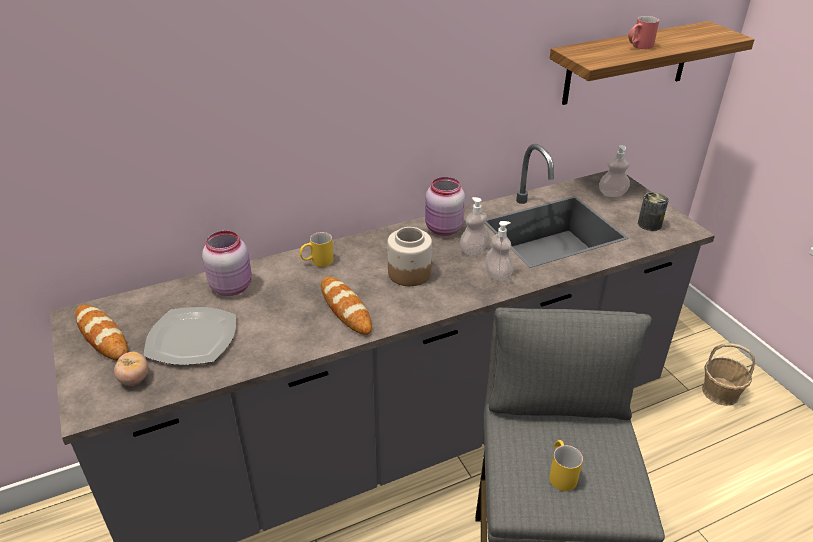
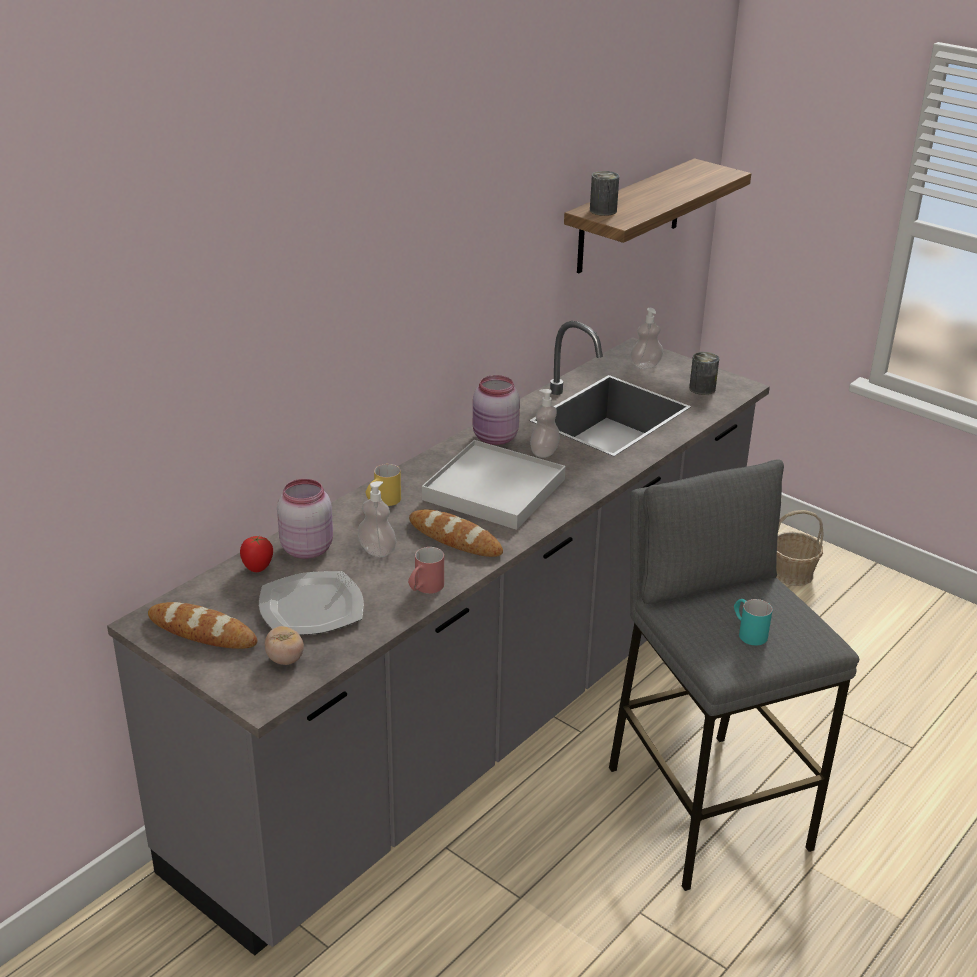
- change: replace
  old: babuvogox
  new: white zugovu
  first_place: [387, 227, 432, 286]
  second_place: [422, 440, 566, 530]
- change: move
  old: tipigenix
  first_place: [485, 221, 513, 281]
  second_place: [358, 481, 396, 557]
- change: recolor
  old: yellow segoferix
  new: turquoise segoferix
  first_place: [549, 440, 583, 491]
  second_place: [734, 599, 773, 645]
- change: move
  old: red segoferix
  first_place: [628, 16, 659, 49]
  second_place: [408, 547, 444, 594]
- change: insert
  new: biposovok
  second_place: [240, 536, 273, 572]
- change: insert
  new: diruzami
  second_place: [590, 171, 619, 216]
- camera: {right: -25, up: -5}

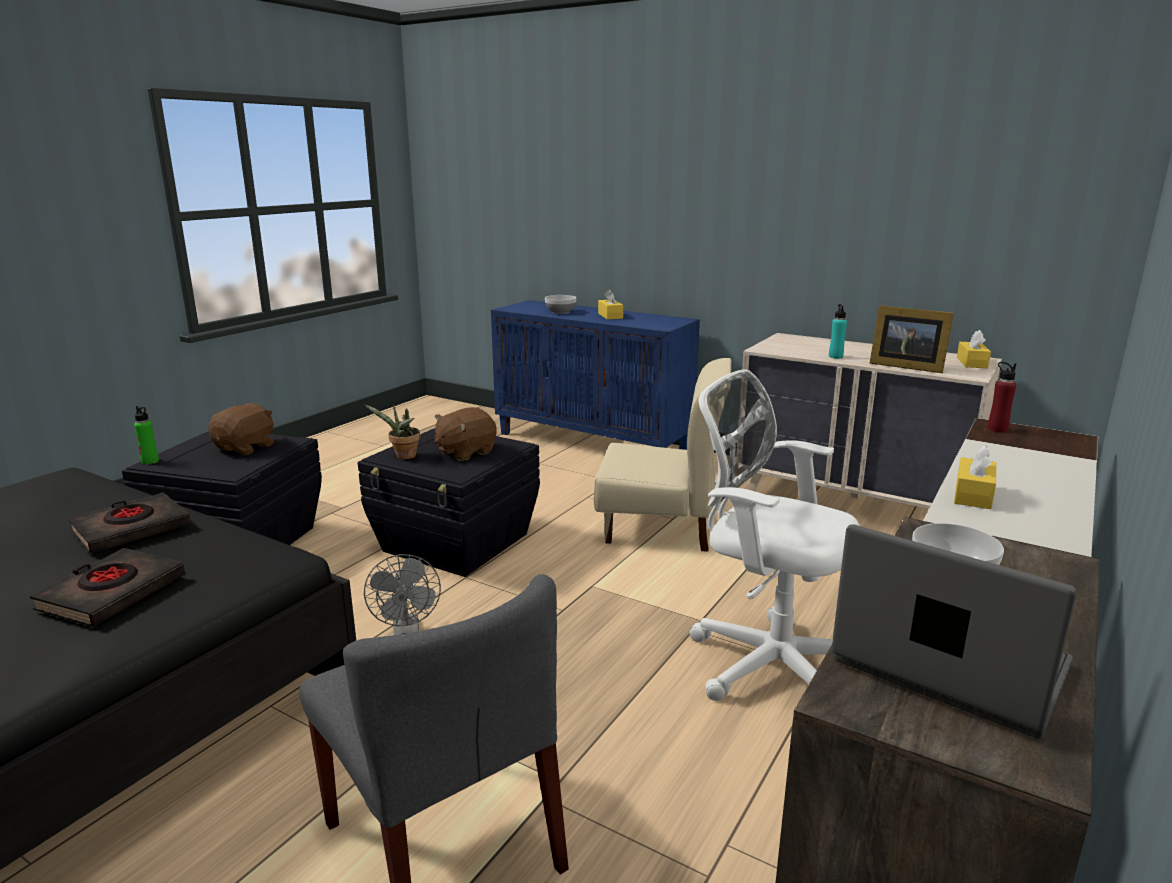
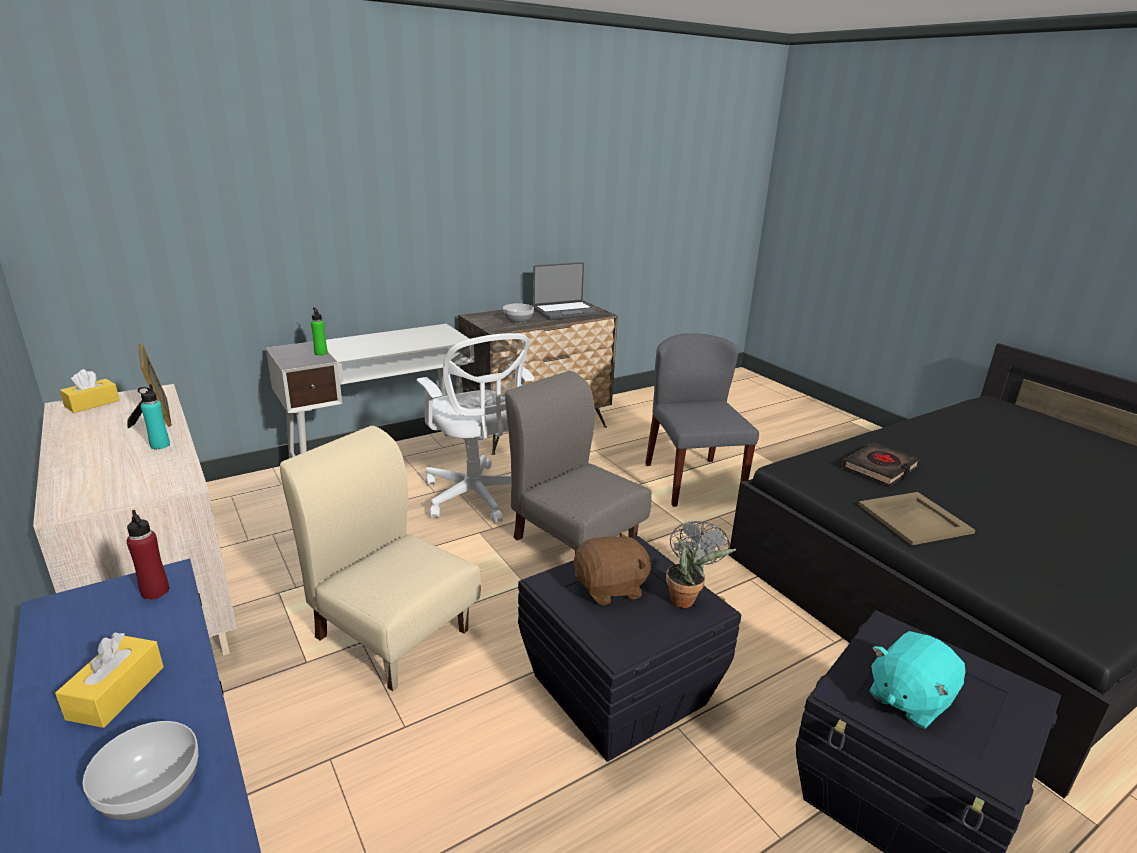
- change: replace
  old: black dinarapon
  new: beige zugovu
  first_place: [68, 493, 191, 554]
  second_place: [858, 492, 975, 545]
- change: move
  old: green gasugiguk
  first_place: [134, 406, 159, 465]
  second_place: [311, 307, 327, 356]
- change: recolor
  old: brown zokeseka
  new: turquoise zokeseka
  first_place: [208, 403, 274, 455]
  second_place: [869, 631, 965, 729]
- change: rotate
  old: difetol
  first_place: [832, 524, 1077, 739]
  second_place: [533, 262, 600, 320]
  degrees: -90
- change: delete
  old: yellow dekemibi
  first_place: [954, 445, 996, 509]
- change: move
  old: red gasugiguk
  first_place: [987, 362, 1016, 433]
  second_place: [127, 510, 169, 600]
- change: insert
  new: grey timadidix
  second_place: [505, 371, 652, 553]
- camera: {right: -155, up: 5}

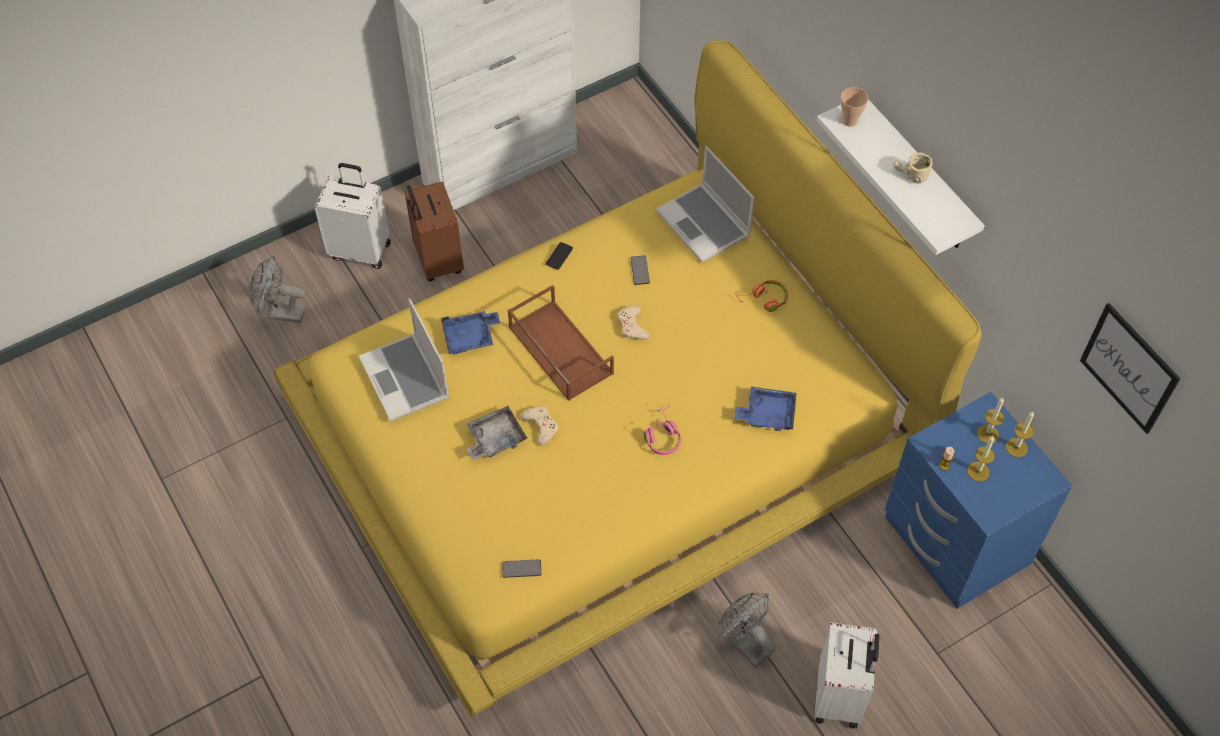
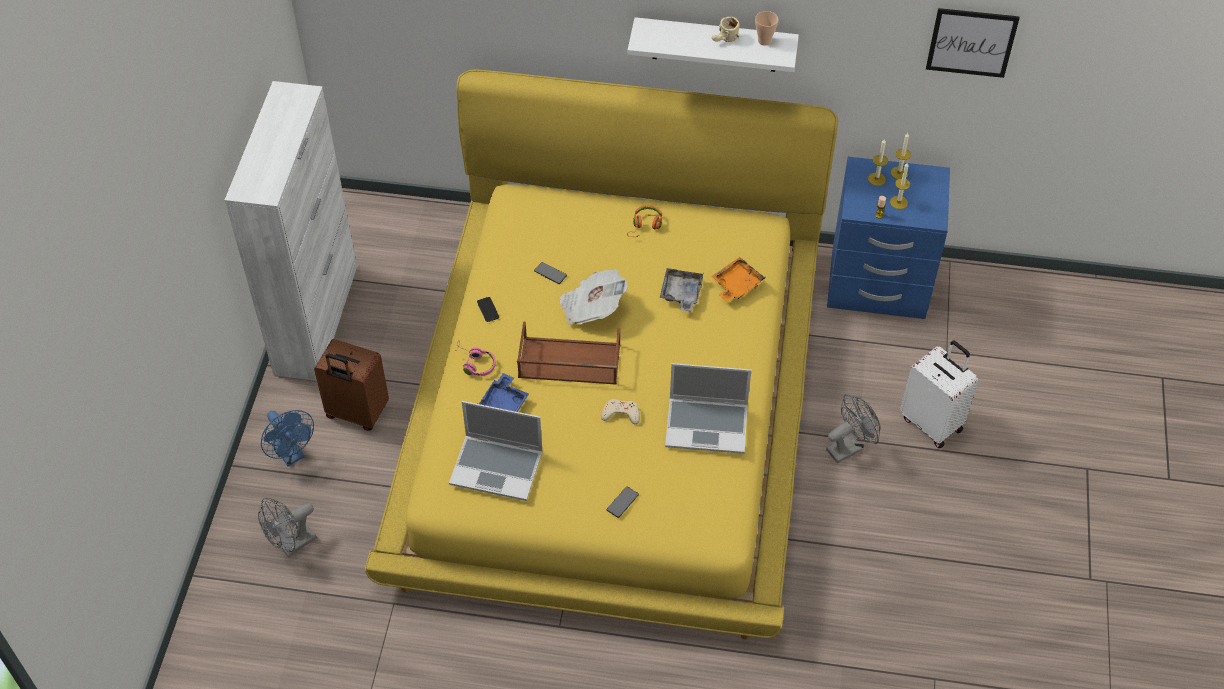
- change: replace
  old: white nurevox
  new: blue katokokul
  first_place: [314, 163, 391, 269]
  second_place: [261, 410, 314, 466]
- change: move
  old: grey zugovu
  first_place: [466, 406, 527, 460]
  second_place: [660, 268, 704, 312]
- change: move
  old: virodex
  first_place: [502, 559, 541, 578]
  second_place: [607, 487, 639, 518]
- change: replace
  old: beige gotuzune
  new: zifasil
  first_place: [618, 305, 649, 340]
  second_place: [559, 269, 628, 325]
- change: move
  old: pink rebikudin
  first_place: [644, 404, 681, 455]
  second_place: [455, 340, 496, 376]
- change: move
  old: difetol
  first_place: [656, 146, 754, 263]
  second_place: [665, 363, 751, 454]
- change: rotate
  old: grey katokokul
  first_place: [718, 592, 776, 668]
  second_place: [826, 394, 881, 463]
  degrees: 150
- change: recolor
  old: blue zugovu
  new: orange zugovu
  first_place: [734, 387, 796, 431]
  second_place: [711, 257, 766, 302]
- change: move
  old: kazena
  first_place: [841, 87, 868, 127]
  second_place: [755, 11, 778, 46]
- camera: {right: -50, up: -5}

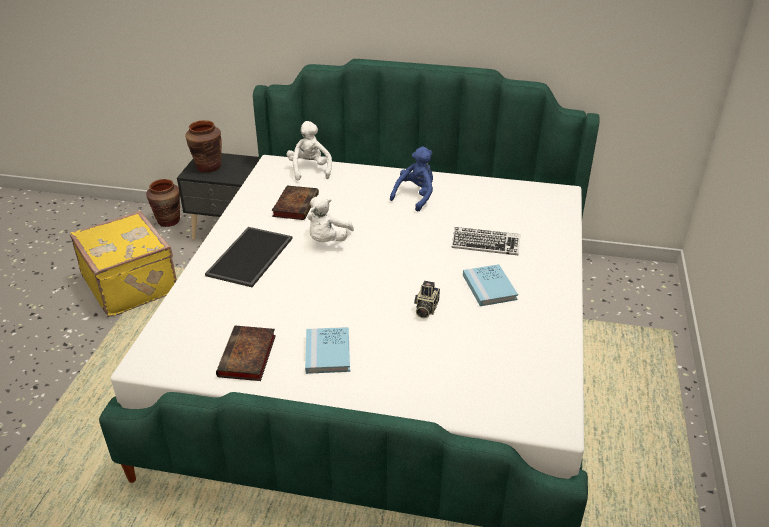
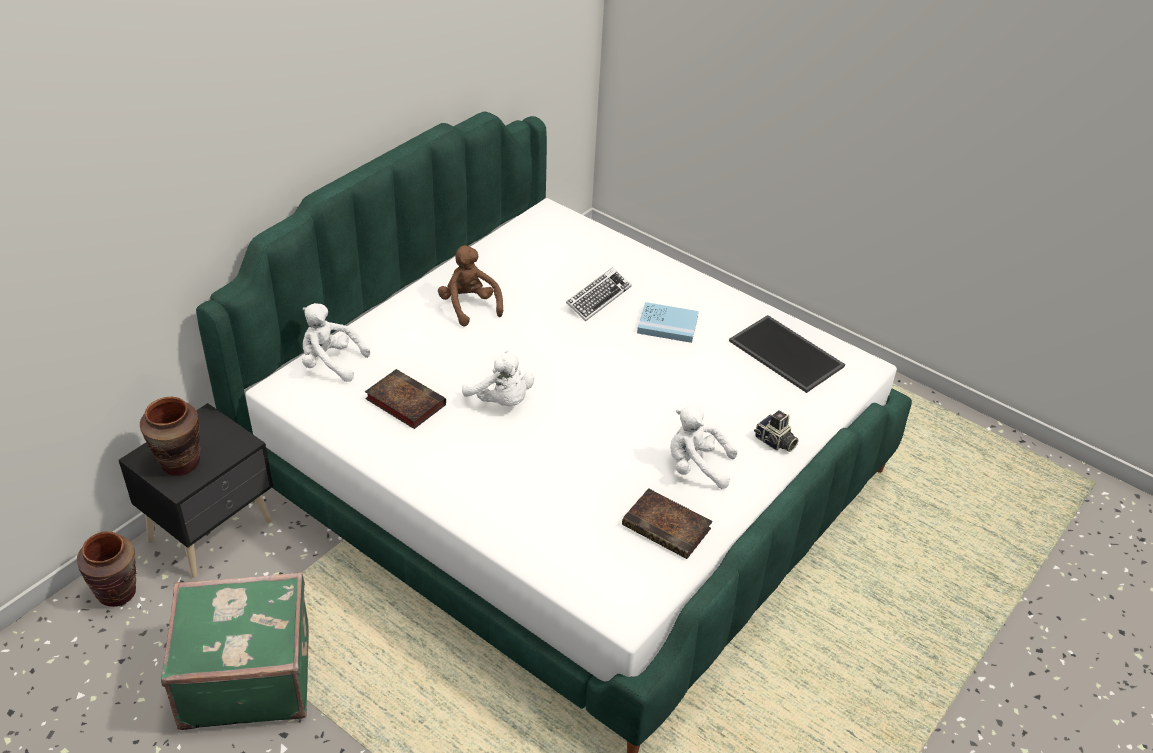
- change: recolor
  old: yellow nurevox
  new: green nurevox
  first_place: [70, 211, 177, 317]
  second_place: [161, 572, 309, 730]
- change: move
  old: zugovu
  first_place: [205, 227, 293, 287]
  second_place: [729, 315, 845, 393]
- change: replace
  old: blue dinarapon
  new: white zokeseka
  first_place: [305, 327, 350, 374]
  second_place: [670, 405, 737, 489]
- change: recolor
  old: blue zokeseka
  new: brown zokeseka
  first_place: [390, 147, 433, 212]
  second_place: [438, 245, 503, 326]
- change: move
  old: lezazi
  first_place: [414, 281, 440, 318]
  second_place: [754, 410, 799, 452]
- camera: {right: -65, up: 5}

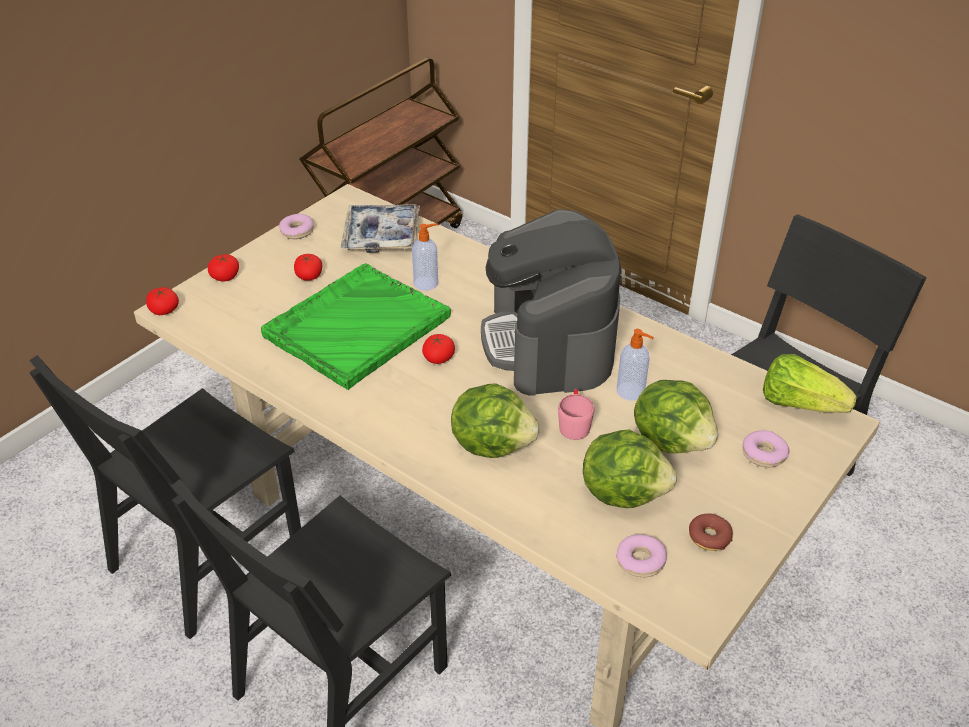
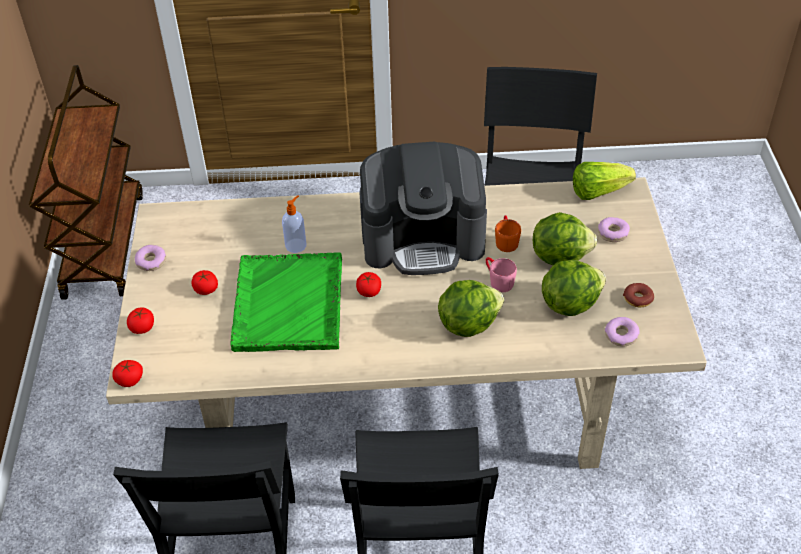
- change: delete
  old: zugovu
  first_place: [340, 204, 420, 253]
- change: rotate
  old: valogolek
  first_place: [481, 209, 621, 396]
  second_place: [359, 142, 487, 275]
  degrees: -45
- change: replace
  old: tipigenix
  new: orange segoferix
  first_place: [617, 329, 654, 401]
  second_place: [495, 215, 521, 252]
- camera: {right: -40, up: 5}

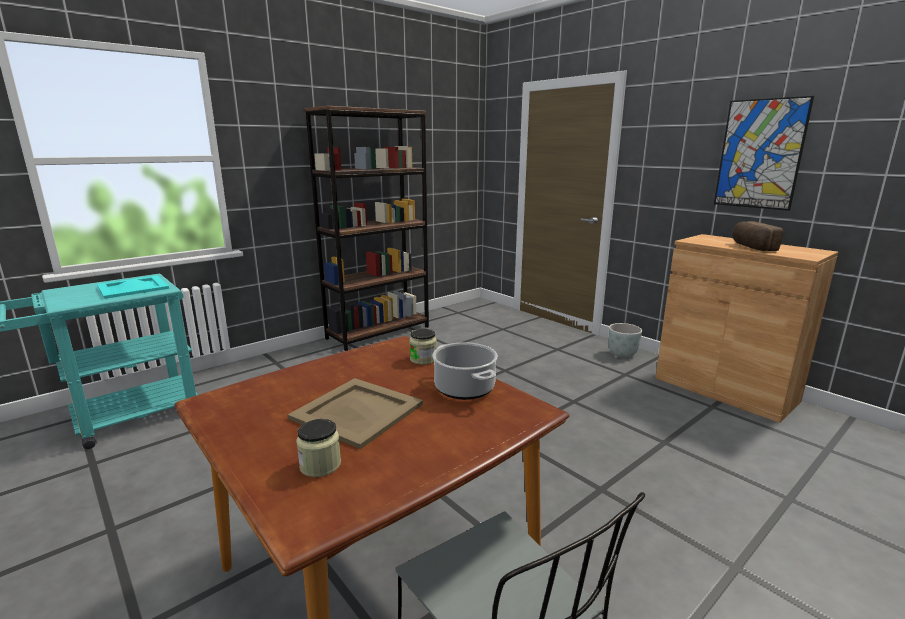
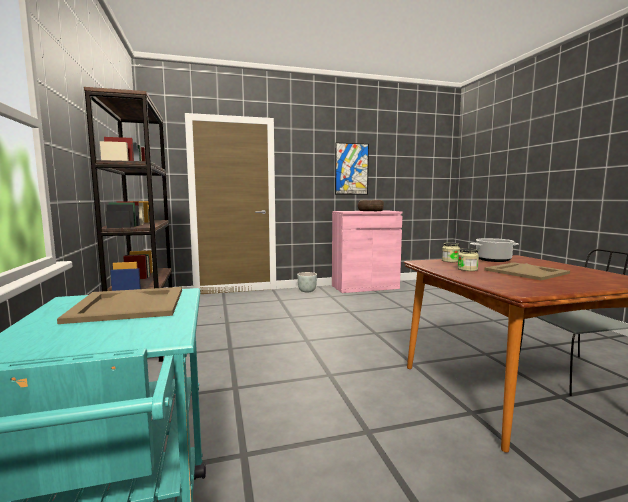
- change: recolor
  old: turquoise zugovu
  new: beige zugovu
  first_place: [97, 275, 169, 299]
  second_place: [57, 287, 182, 324]
- change: move
  old: babuvogox
  first_place: [296, 419, 341, 477]
  second_place: [458, 248, 479, 271]
- change: recolor
  old: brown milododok
  new: pink milododok
  first_place: [655, 234, 838, 423]
  second_place: [332, 211, 403, 293]
- camera: {right: -65, up: -10}

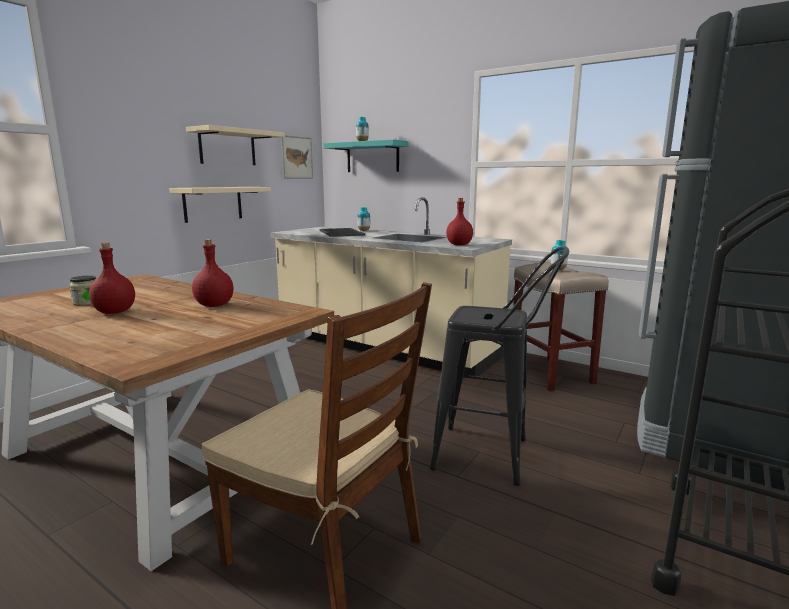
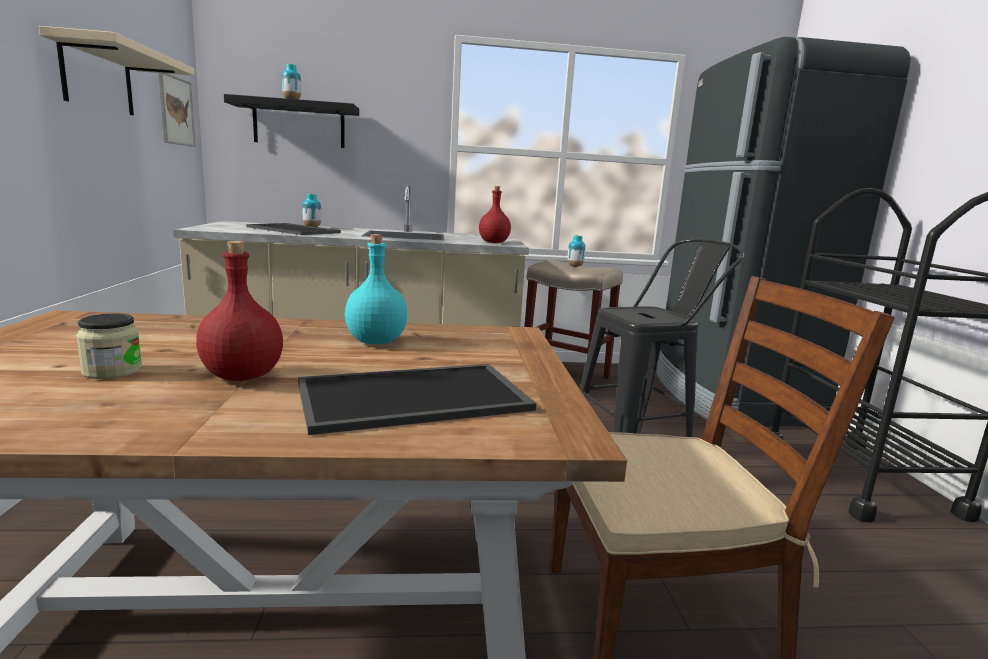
- change: delete
  old: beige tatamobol
  first_place: [169, 187, 271, 223]
- change: recolor
  old: red gasugiguk
  new: turquoise gasugiguk
  first_place: [192, 239, 233, 307]
  second_place: [345, 234, 407, 344]
- change: recolor
  old: turquoise tatamobol
  new: black tatamobol
  first_place: [324, 139, 408, 172]
  second_place: [224, 94, 359, 148]
- change: insert
  new: zugovu
  second_place: [298, 364, 536, 435]
- camera: {right: -40, up: 0}

